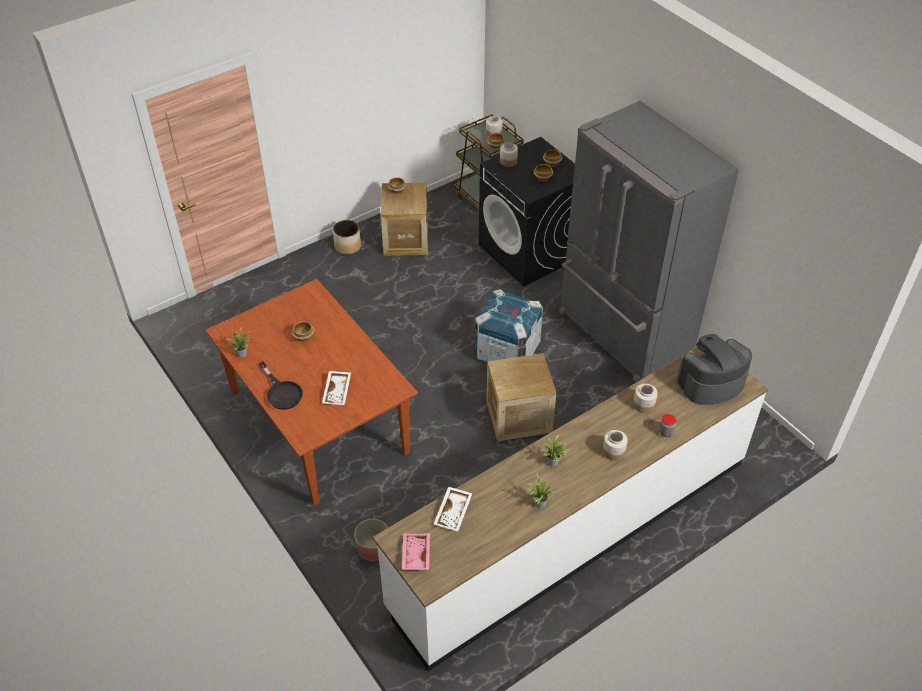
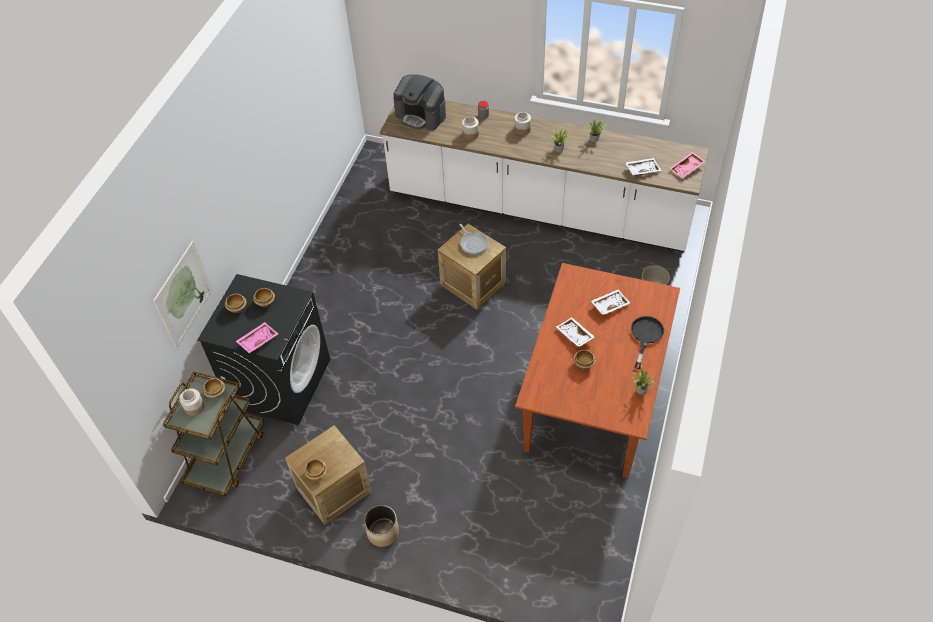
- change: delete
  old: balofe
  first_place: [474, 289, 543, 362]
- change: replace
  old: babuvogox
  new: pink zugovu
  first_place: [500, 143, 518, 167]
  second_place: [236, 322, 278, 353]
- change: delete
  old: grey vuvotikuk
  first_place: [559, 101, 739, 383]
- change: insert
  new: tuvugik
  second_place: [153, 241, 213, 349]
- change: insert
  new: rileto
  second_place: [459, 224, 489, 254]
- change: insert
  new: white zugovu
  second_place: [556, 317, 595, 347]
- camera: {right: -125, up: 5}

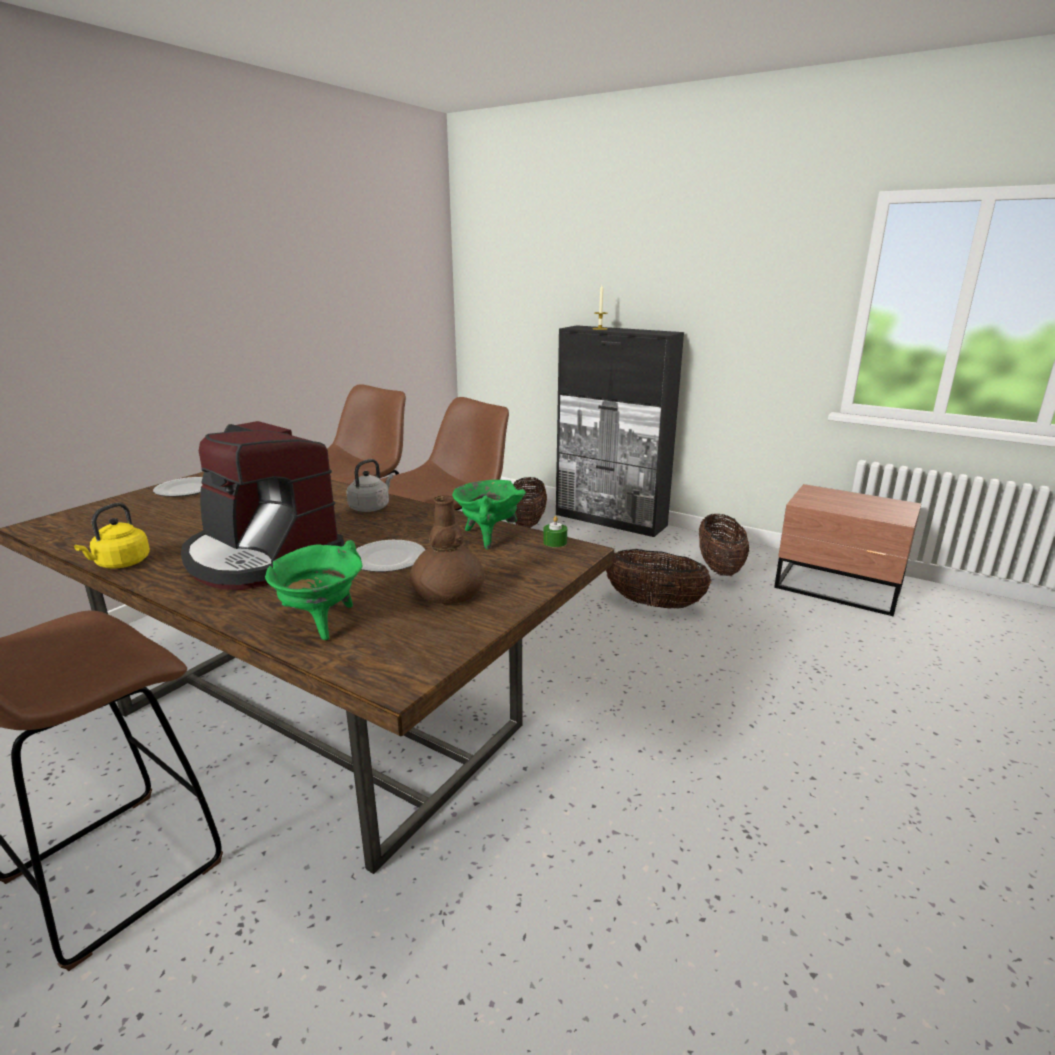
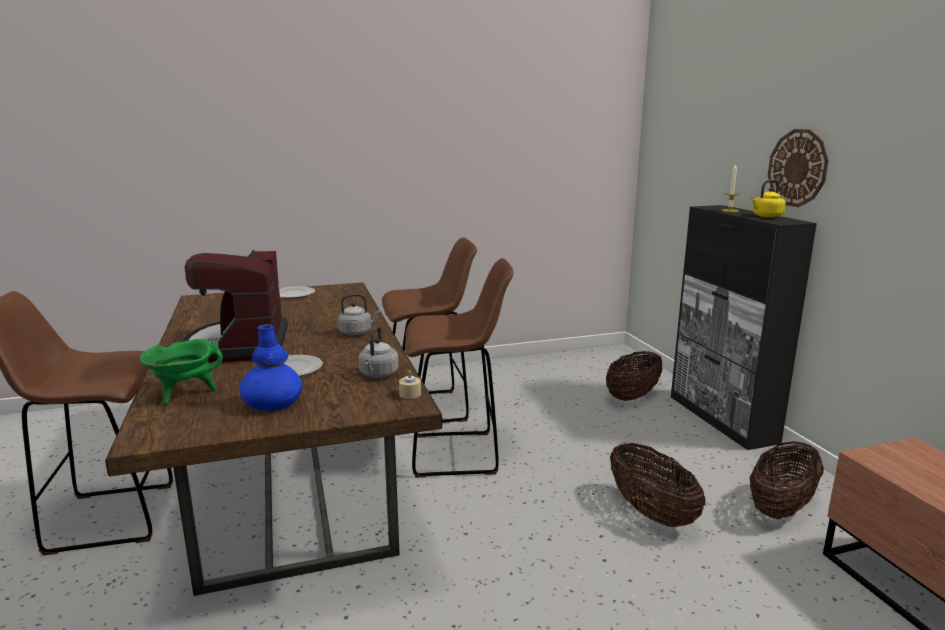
- change: move
  old: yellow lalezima
  first_place: [74, 503, 150, 569]
  second_place: [750, 179, 786, 218]
- change: recolor
  old: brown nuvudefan
  new: blue nuvudefan
  first_place: [410, 495, 485, 604]
  second_place: [239, 324, 302, 411]
- change: replace
  old: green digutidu
  new: grey lalezima
  first_place: [452, 480, 526, 550]
  second_place: [359, 326, 399, 378]
- change: recolor
  old: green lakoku
  new: beige lakoku
  first_place: [543, 516, 567, 547]
  second_place: [399, 370, 421, 399]
- change: insert
  new: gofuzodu
  second_place: [768, 129, 829, 207]
- camera: {right: 40, up: -5}

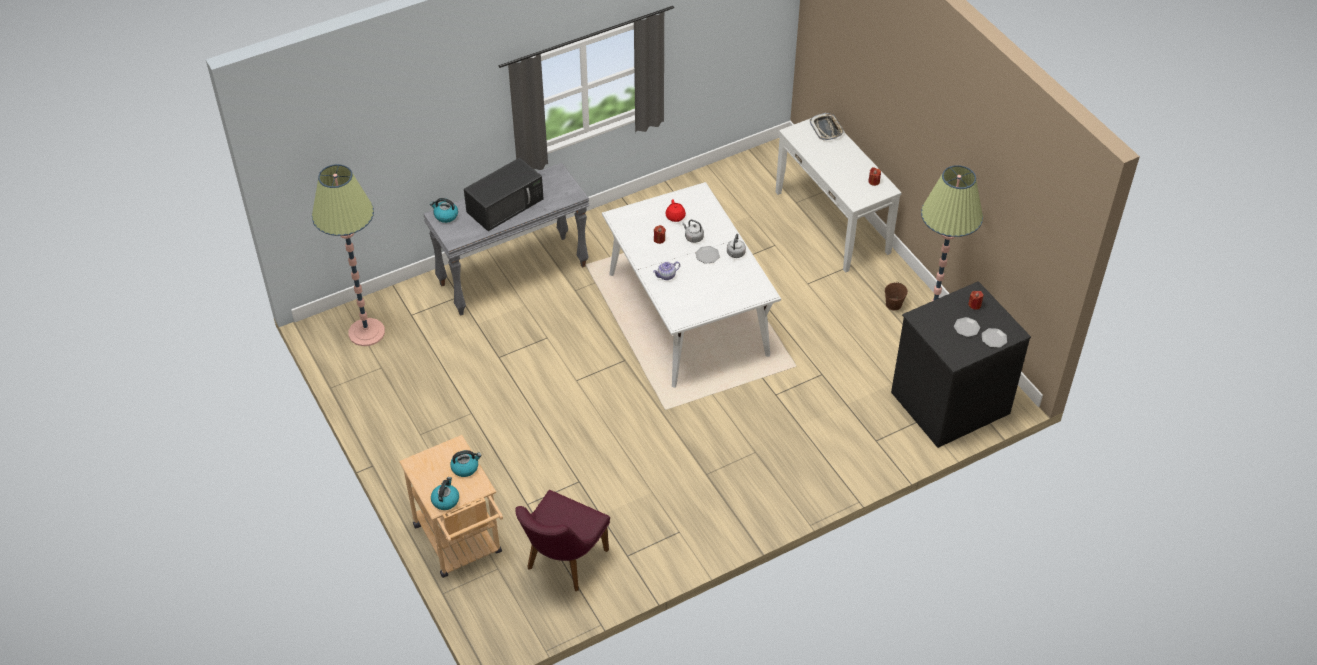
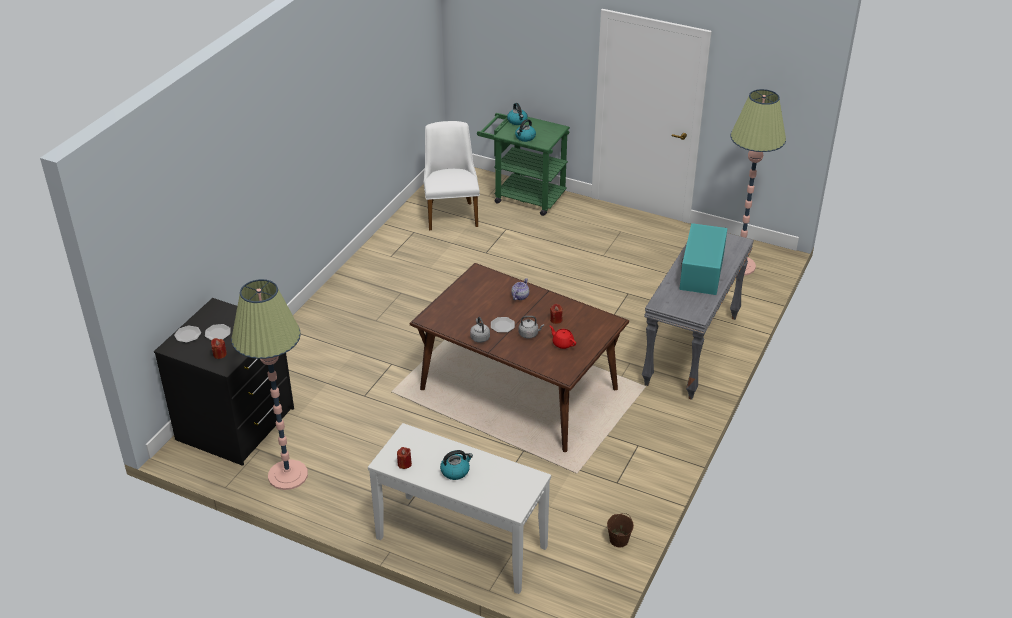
- change: recolor
  old: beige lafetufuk
  new: green lafetufuk
  first_place: [399, 435, 503, 578]
  second_place: [477, 113, 570, 216]
- change: move
  old: lalezima
  first_place: [430, 198, 458, 223]
  second_place: [440, 450, 473, 480]
- change: recolor
  old: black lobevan
  new: turquoise lobevan
  first_place: [464, 157, 544, 231]
  second_place: [679, 223, 728, 295]
- change: recolor
  old: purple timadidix
  new: white timadidix
  first_place: [515, 490, 610, 591]
  second_place: [424, 121, 480, 230]
- change: recolor
  old: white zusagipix
  new: brown zusagipix
  first_place: [602, 182, 781, 388]
  second_place: [410, 263, 629, 452]
- change: delete
  old: zugovu
  first_place: [809, 113, 845, 140]
- change: move
  old: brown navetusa
  first_place: [885, 282, 908, 310]
  second_place: [607, 513, 634, 547]
- camera: {right: 145, up: -10}

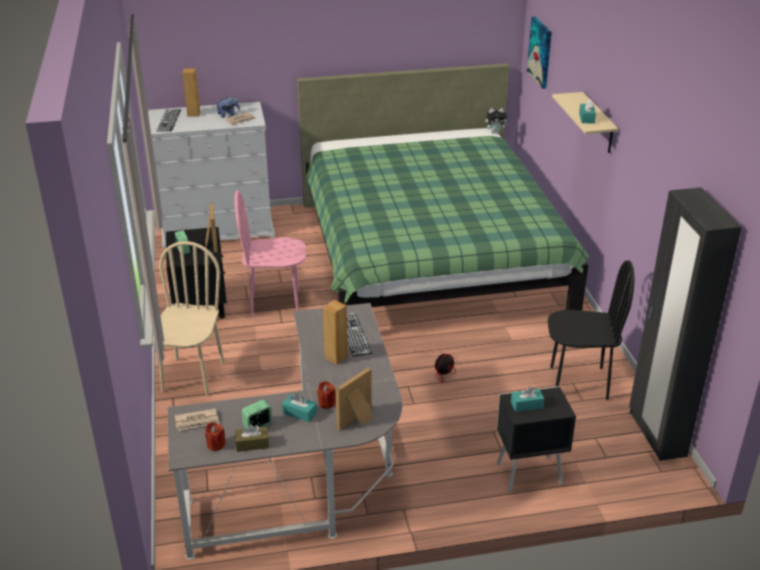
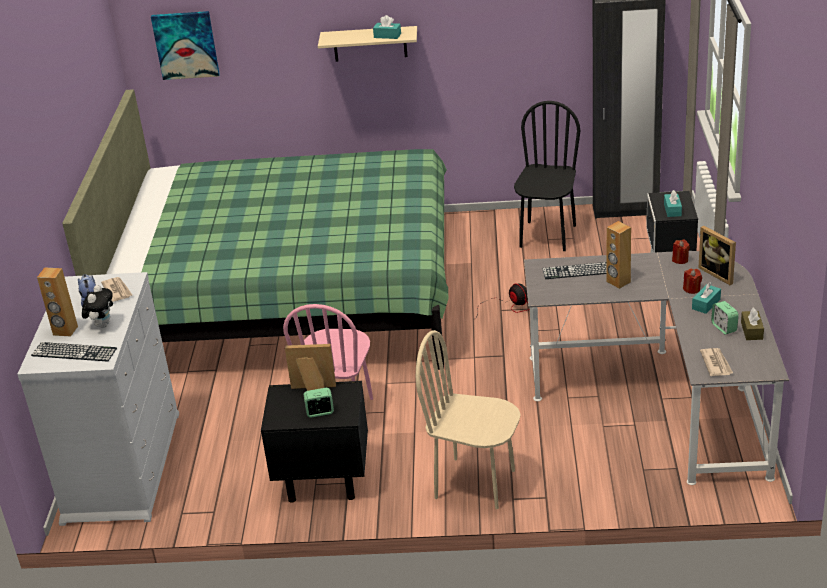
- change: move
  old: red lakoku
  first_place: [205, 422, 226, 451]
  second_place: [672, 239, 690, 264]
- change: move
  old: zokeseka
  first_place: [485, 108, 509, 134]
  second_place: [82, 285, 113, 328]
- camera: {right: -75, up: 0}

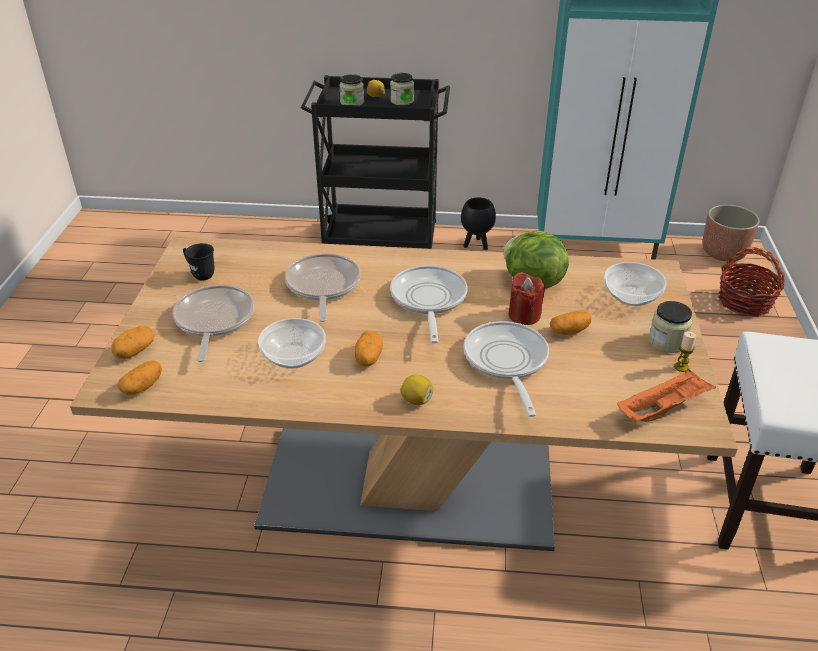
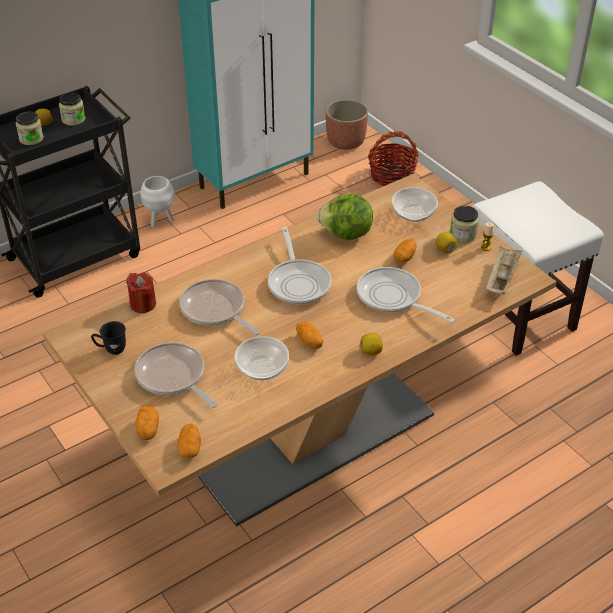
- change: rotate
  old: rileto
  first_place: [390, 265, 467, 343]
  second_place: [268, 227, 331, 305]
  degrees: -150
- change: recolor
  old: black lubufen
  new: white lubufen
  first_place: [461, 198, 496, 250]
  second_place: [140, 176, 175, 227]
- change: move
  old: red lakoku
  first_place: [509, 272, 545, 325]
  second_place: [126, 272, 156, 313]
- change: recolor
  old: orange zugovu
  new: beige zugovu
  first_place: [617, 369, 716, 422]
  second_place: [486, 247, 523, 295]
- change: insert
  new: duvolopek
  second_place: [436, 232, 457, 253]
- camera: {right: -40, up: 5}

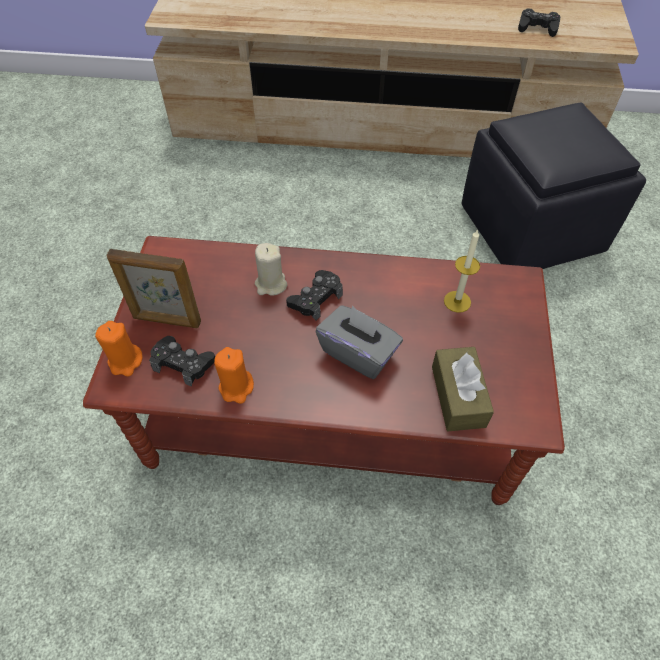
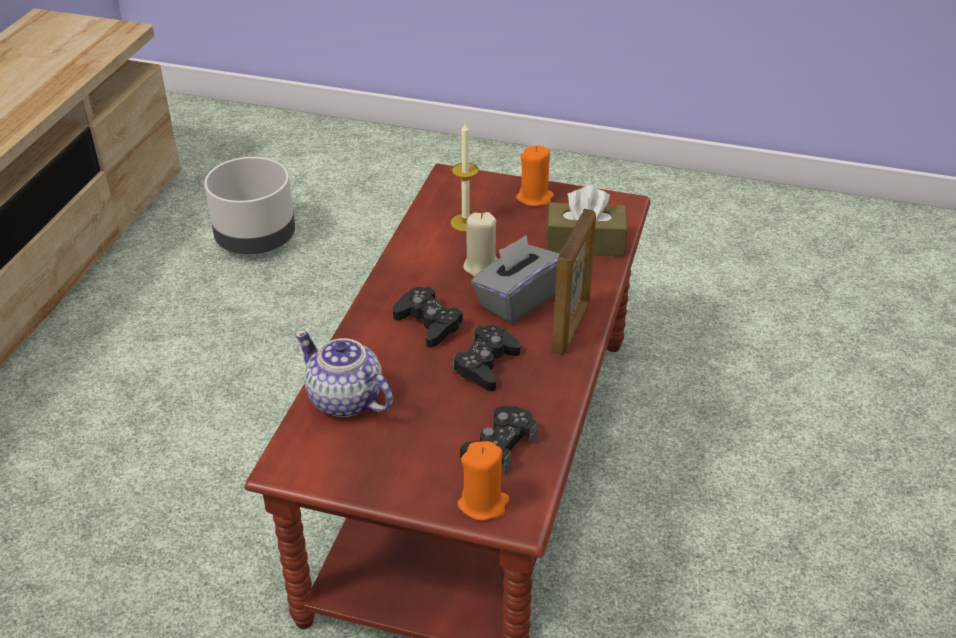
- change: move
  old: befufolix
  first_place: [106, 249, 201, 328]
  second_place: [552, 209, 596, 355]
- change: move
  old: orange lakoku
  first_place: [214, 347, 254, 404]
  second_place: [516, 146, 554, 207]
- change: move
  old: beige lakoku
  first_place: [255, 243, 287, 296]
  second_place: [463, 212, 497, 277]
- change: replace
  old: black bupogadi
  new: grey lubufen
  first_place: [461, 102, 646, 269]
  second_place: [204, 157, 295, 254]
- change: move
  old: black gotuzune
  first_place: [518, 8, 560, 37]
  second_place: [453, 325, 520, 391]
- change: insert
  new: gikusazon
  second_place: [295, 330, 393, 417]
- camera: {right: -80, up: -15}

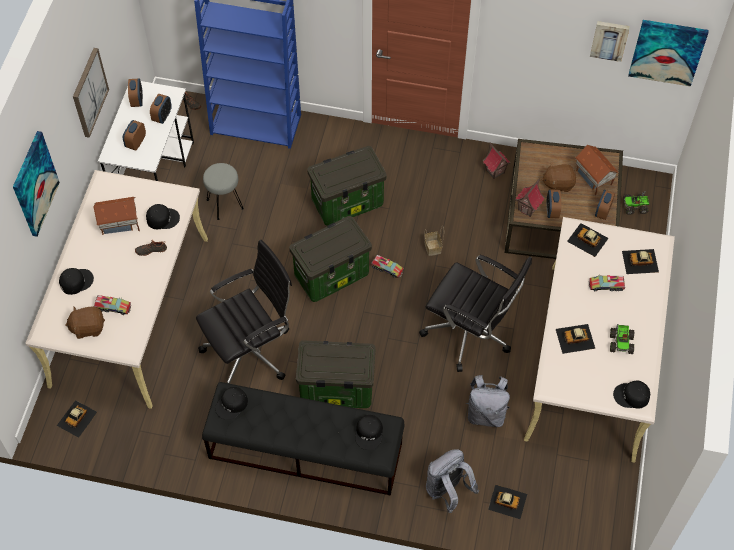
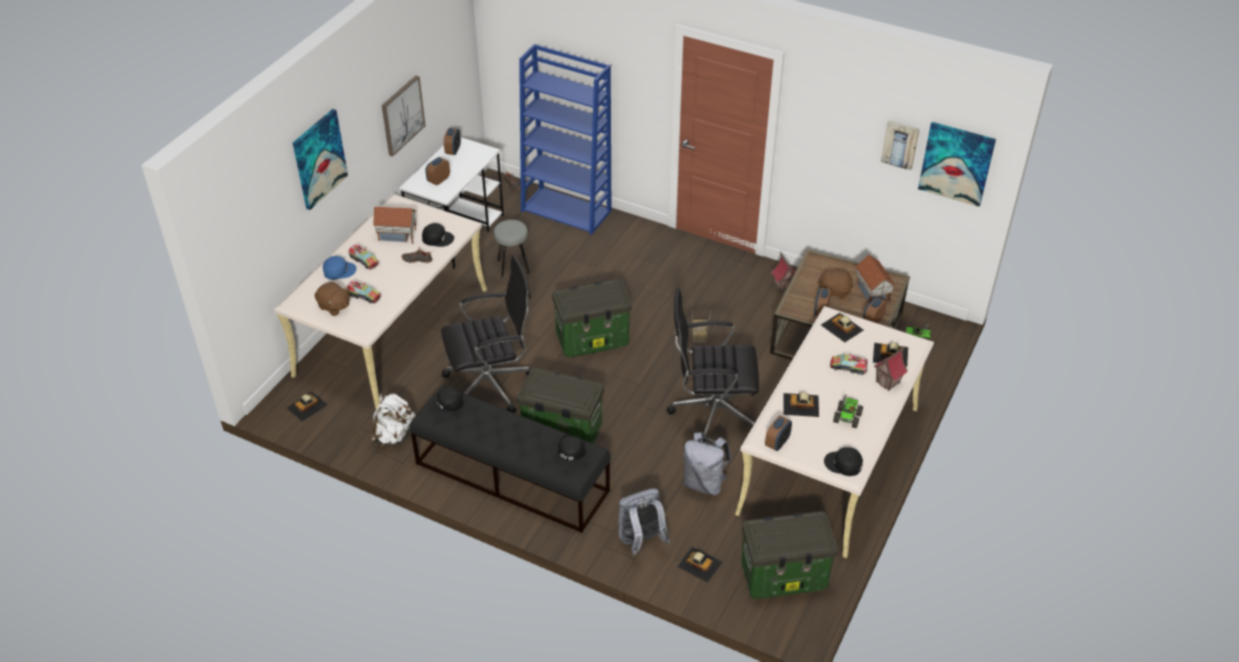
- change: recolor
  old: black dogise
  new: blue dogise
  first_place: [59, 268, 94, 295]
  second_place: [323, 256, 357, 280]
- change: rotate
  old: brown zokeseka
  first_place: [65, 306, 105, 339]
  second_place: [315, 282, 350, 316]
  degrees: -150
- change: move
  old: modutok
  first_place: [150, 94, 172, 124]
  second_place: [765, 416, 792, 451]
- change: move
  old: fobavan
  first_place: [307, 146, 387, 226]
  second_place: [741, 511, 838, 599]
- change: move
  old: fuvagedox
  first_place: [371, 255, 404, 278]
  second_place: [348, 244, 379, 270]
- change: rotate
  old: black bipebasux
  first_place: [419, 255, 532, 372]
  second_place: [667, 288, 759, 444]
  degrees: 135
- change: move
  old: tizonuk
  first_place: [515, 178, 545, 217]
  second_place: [874, 347, 908, 391]
- change: insert
  new: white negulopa
  second_place: [371, 393, 416, 447]
- camera: {right: 15, up: -15}

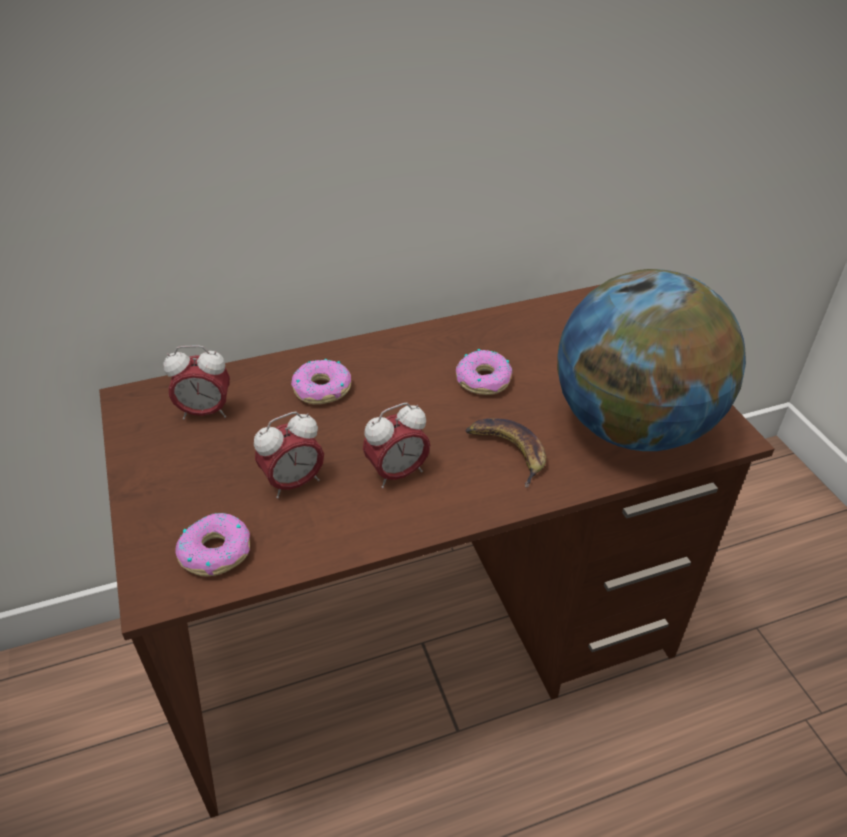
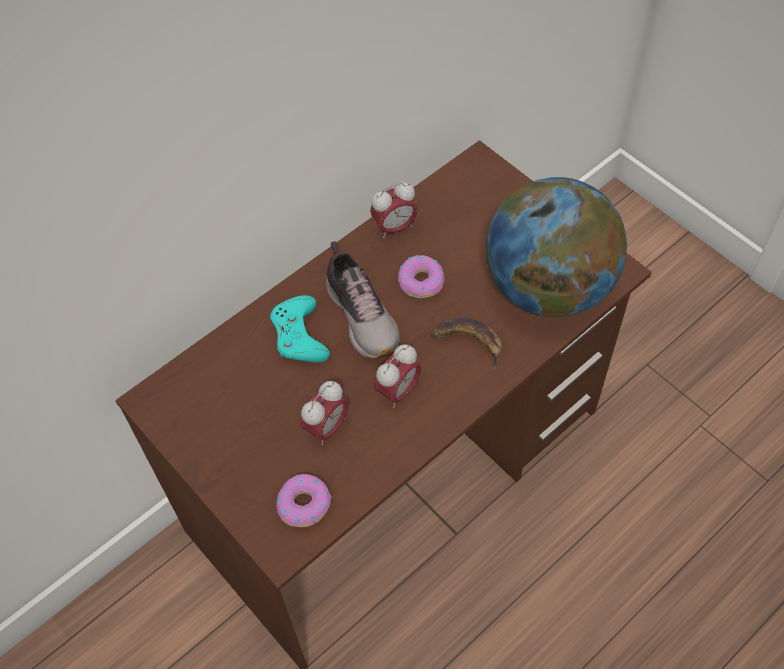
- change: move
  old: modutok
  first_place: [163, 345, 230, 419]
  second_place: [370, 182, 418, 238]
- change: replace
  old: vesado
  new: turquoise gotuzune
  first_place: [291, 358, 351, 404]
  second_place: [270, 295, 330, 362]
- change: insert
  new: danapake
  second_place: [326, 241, 400, 359]
- camera: {right: -20, up: 15}

